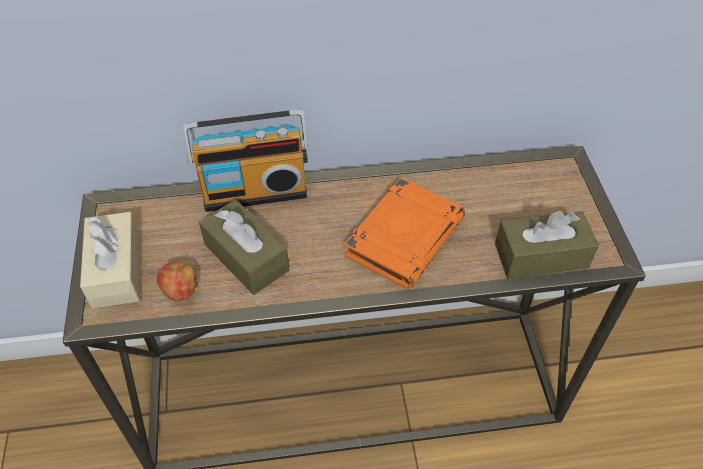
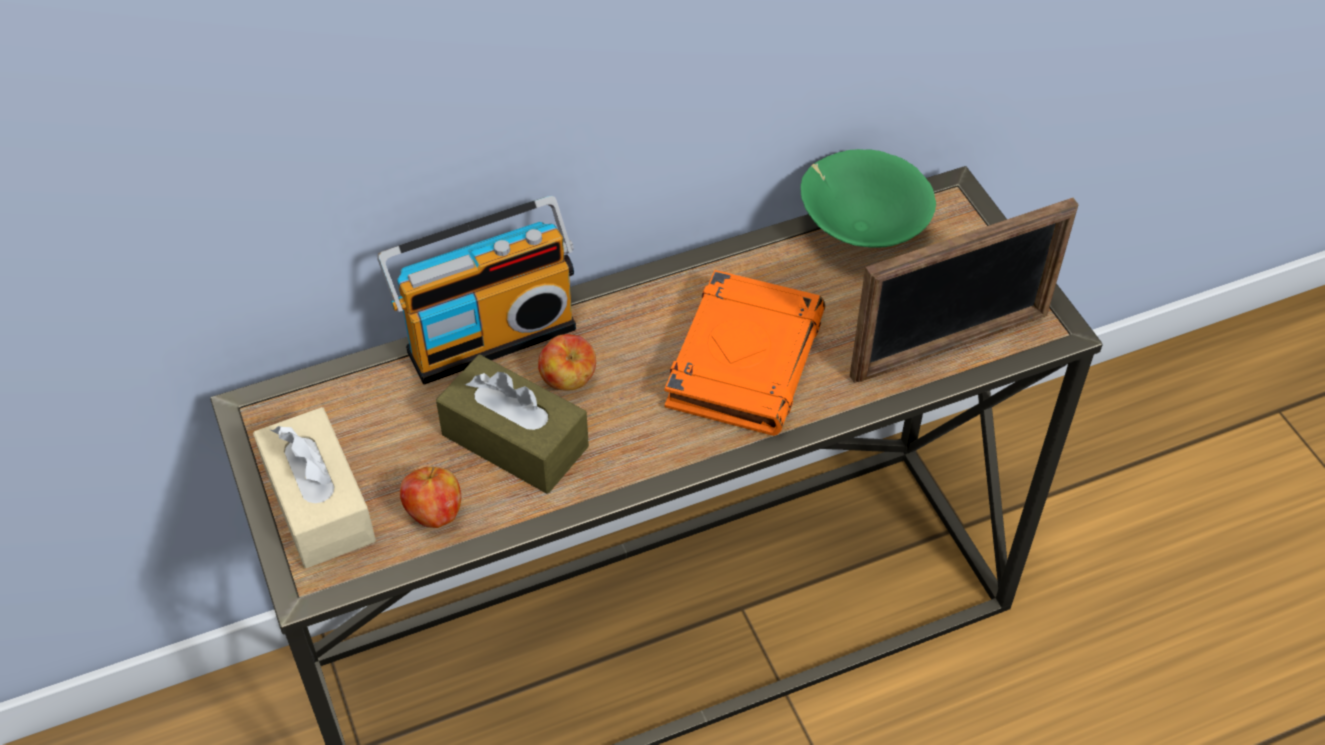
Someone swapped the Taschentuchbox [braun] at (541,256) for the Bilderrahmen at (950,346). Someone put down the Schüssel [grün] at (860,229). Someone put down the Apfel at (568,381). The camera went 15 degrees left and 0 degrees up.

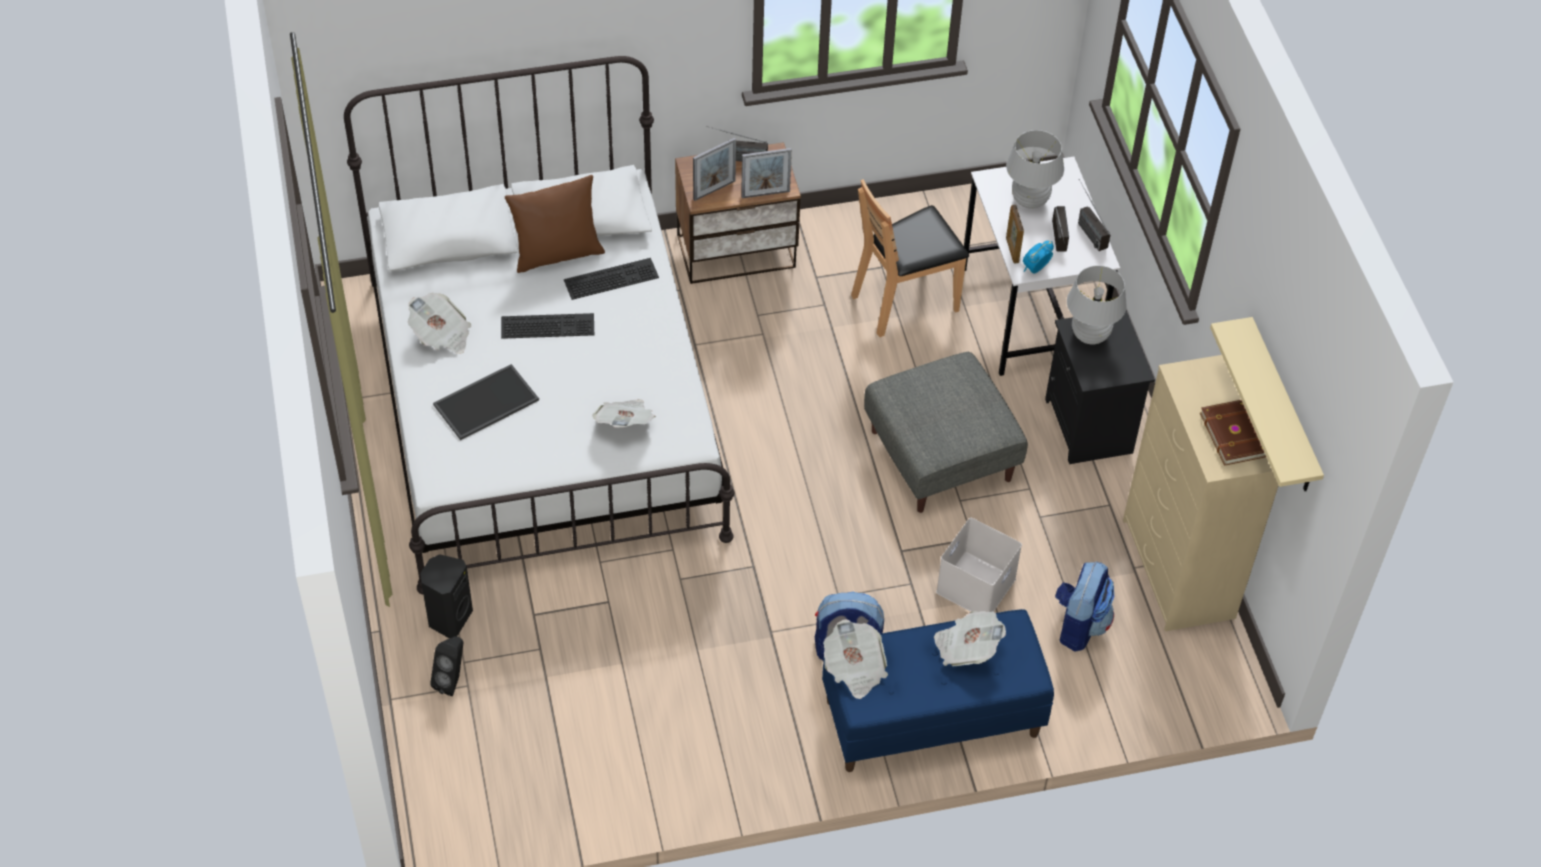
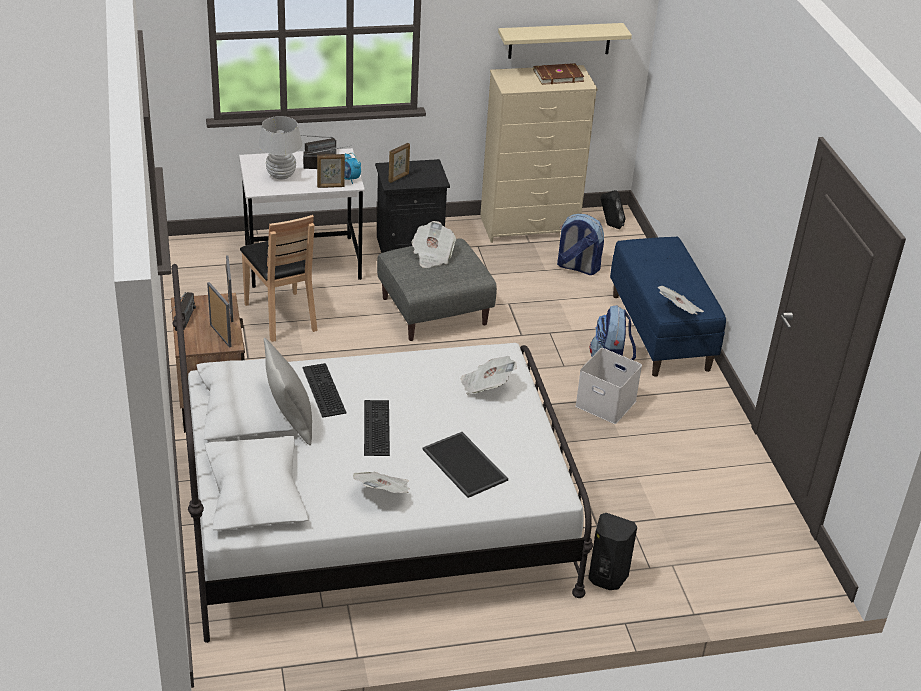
Someone repainted the Kissen [braun] at (557,254), which became the Kissen [grau] at (289,421). Someone swapped the Tischlampe [weiß] at (1090,335) for the Bilderrahmen at (399,178). Someone carried the Aufbewahrungsbox [weiß] from (976,587) to (607,403). Someone carried the Zeitung from (966,648) to (432,256). Someone carried the Lautsprecher [schwarz] from (452,680) to (610,225). The camera went 90 degrees left and 15 degrees down.

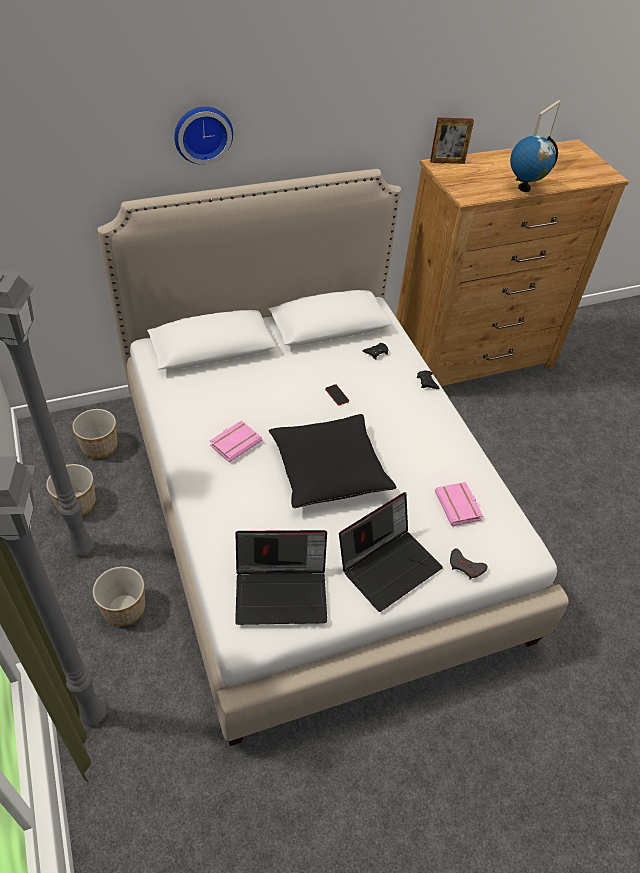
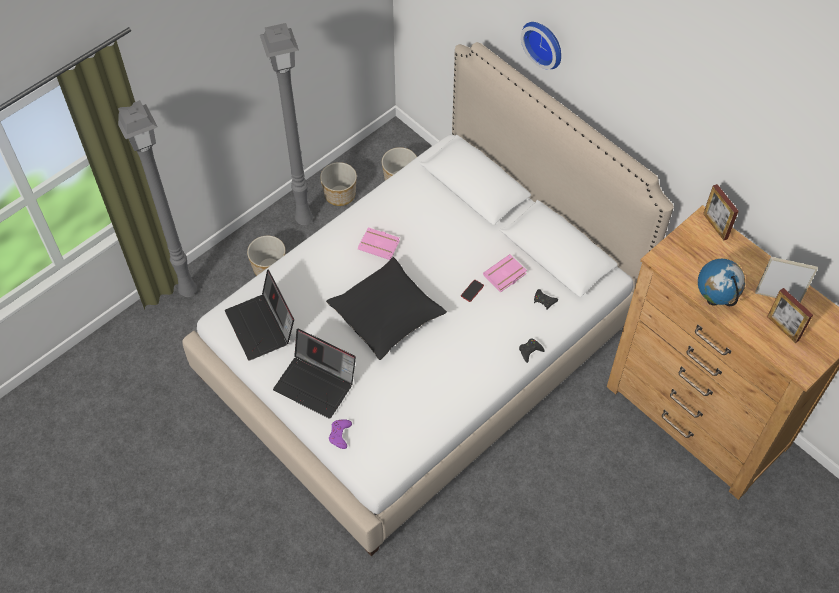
Someone carried the Buch [rosa] from (459,507) to (505,276). Someone repainted the Gamepad [grau] at (465,566), which became the Gamepad [lila] at (340,435). Someone put down the Bilderrahmen at (783,328). The camera went 70 degrees right and 10 degrees up.

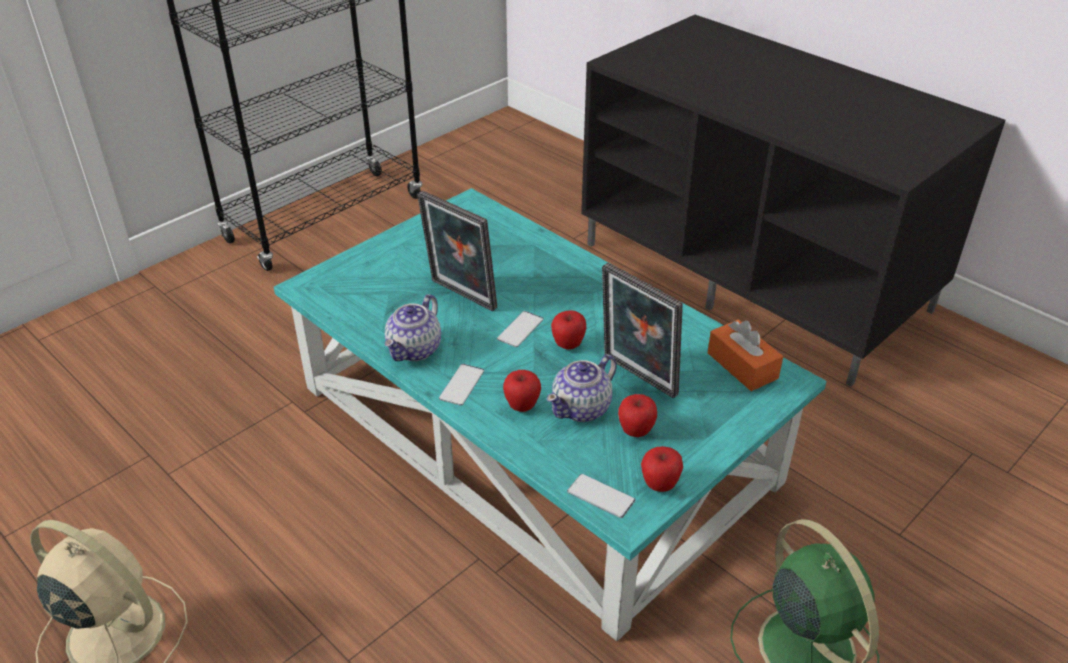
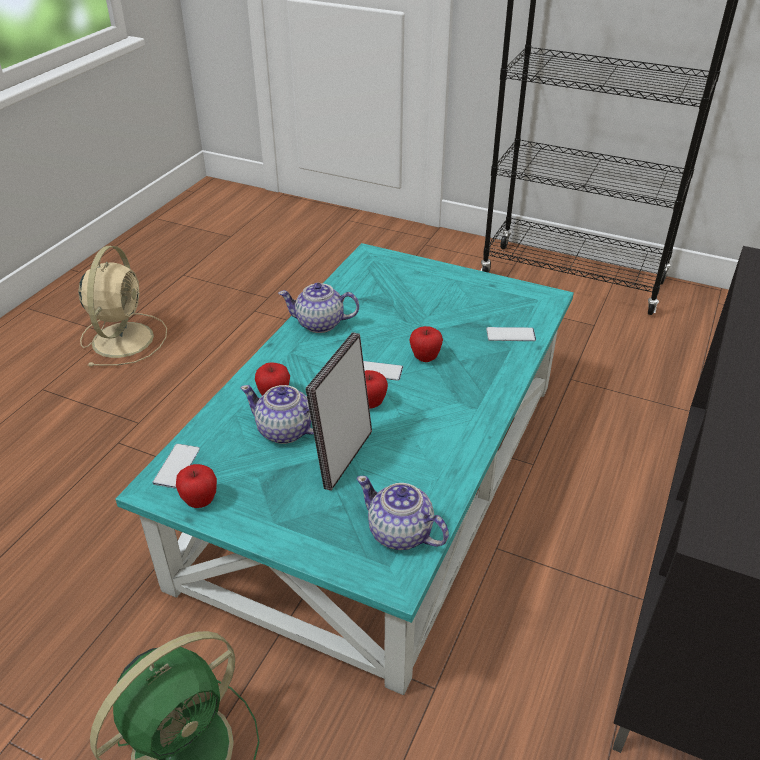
Someone took away the Bilderrahmen at (460,296). Someone swapped the Taschentuchbox [orange] at (742,366) for the Teekanne at (400,533). Someone carried the Handy from (461,385) to (510,334). Someone carried the Apfel from (636,431) to (425,358). The camera went 70 degrees right and 0 degrees up.

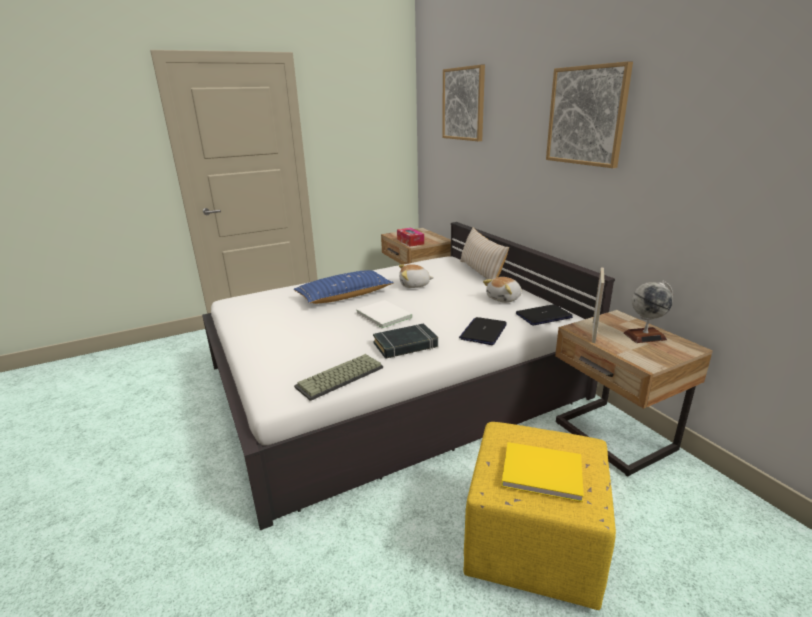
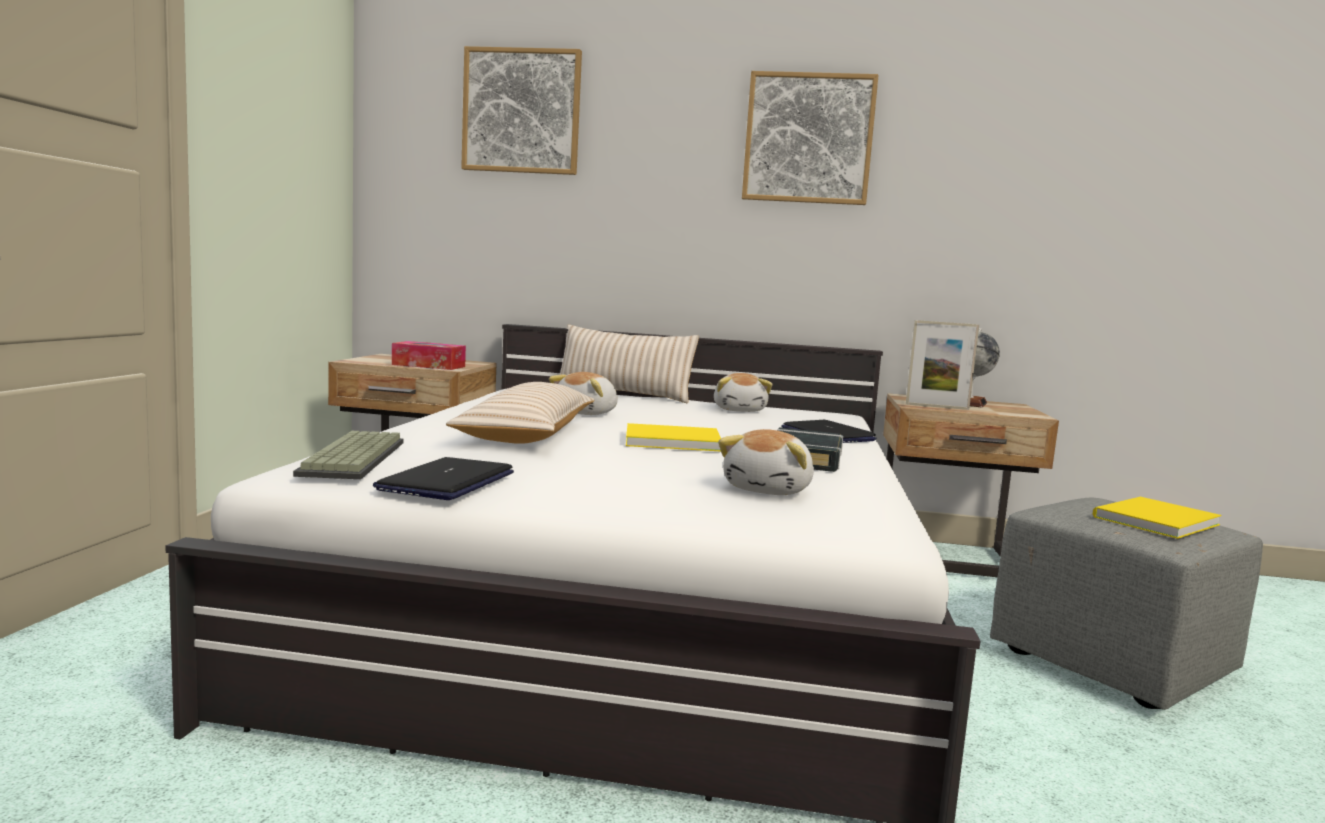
Someone rotated the Bilderrahmen at (593,333) by 135 degrees clockwise. Someone repainted the Kissen [blau] at (344,296), which became the Kissen [beige] at (527,434). Someone repainted the Buch [weiß] at (384,314), which became the Buch [gelb] at (669,440). Someone carried the Laptop from (543,316) to (447,482). Someone carried the Tastatur from (340,378) to (356,458). Someone repainted the Polsterhocker [gelb] at (530,545), which became the Polsterhocker [grau] at (1111,664). Someone put down the Plüschtier at (769,490). The camera went 55 degrees left and 15 degrees down.

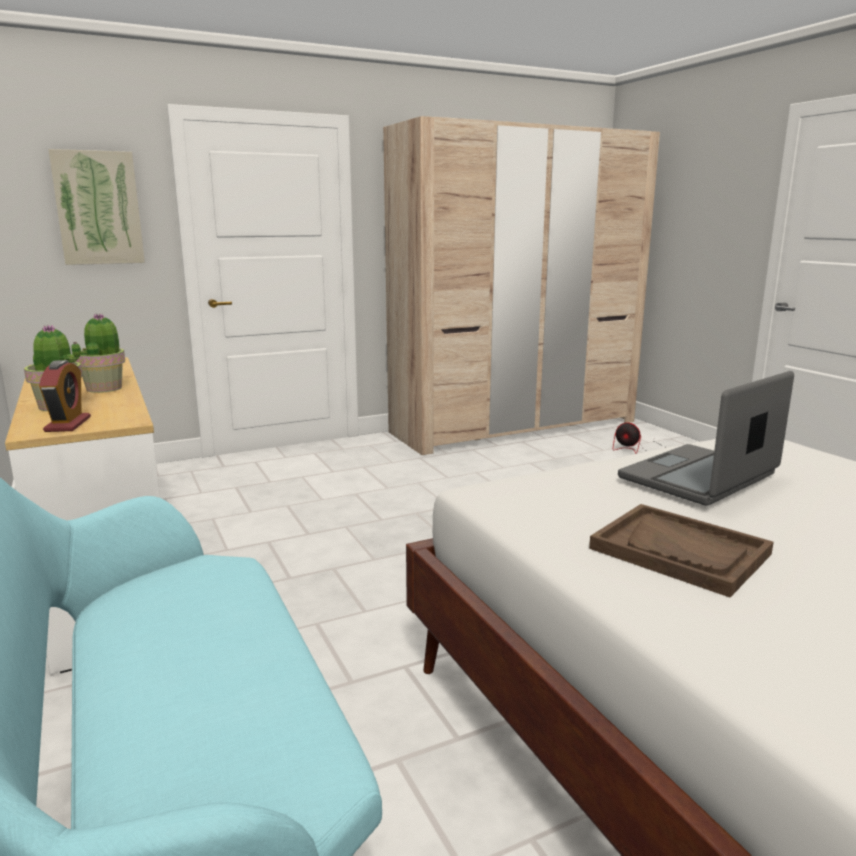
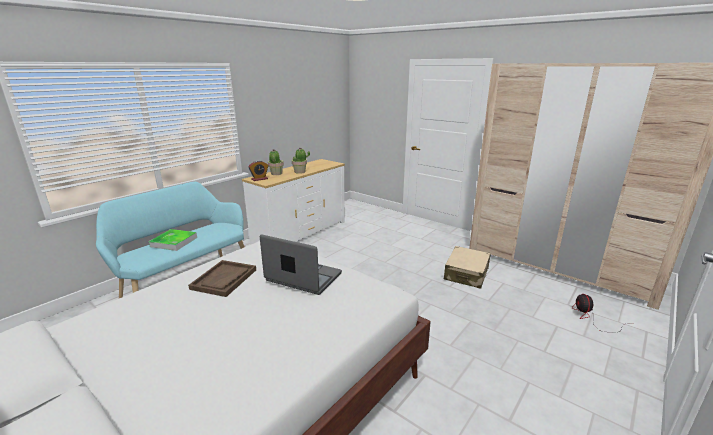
Someone took away the Bild at (98,208). Someone put down the Tablett at (174,242). Someone put down the Koffer [beige] at (466,274). The camera went 65 degrees right and 5 degrees up.

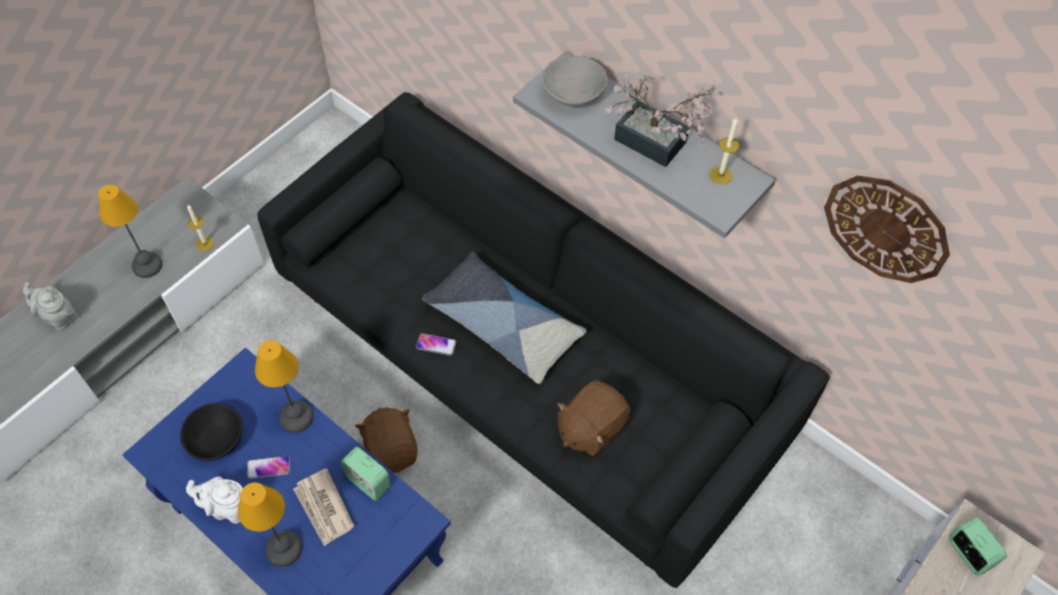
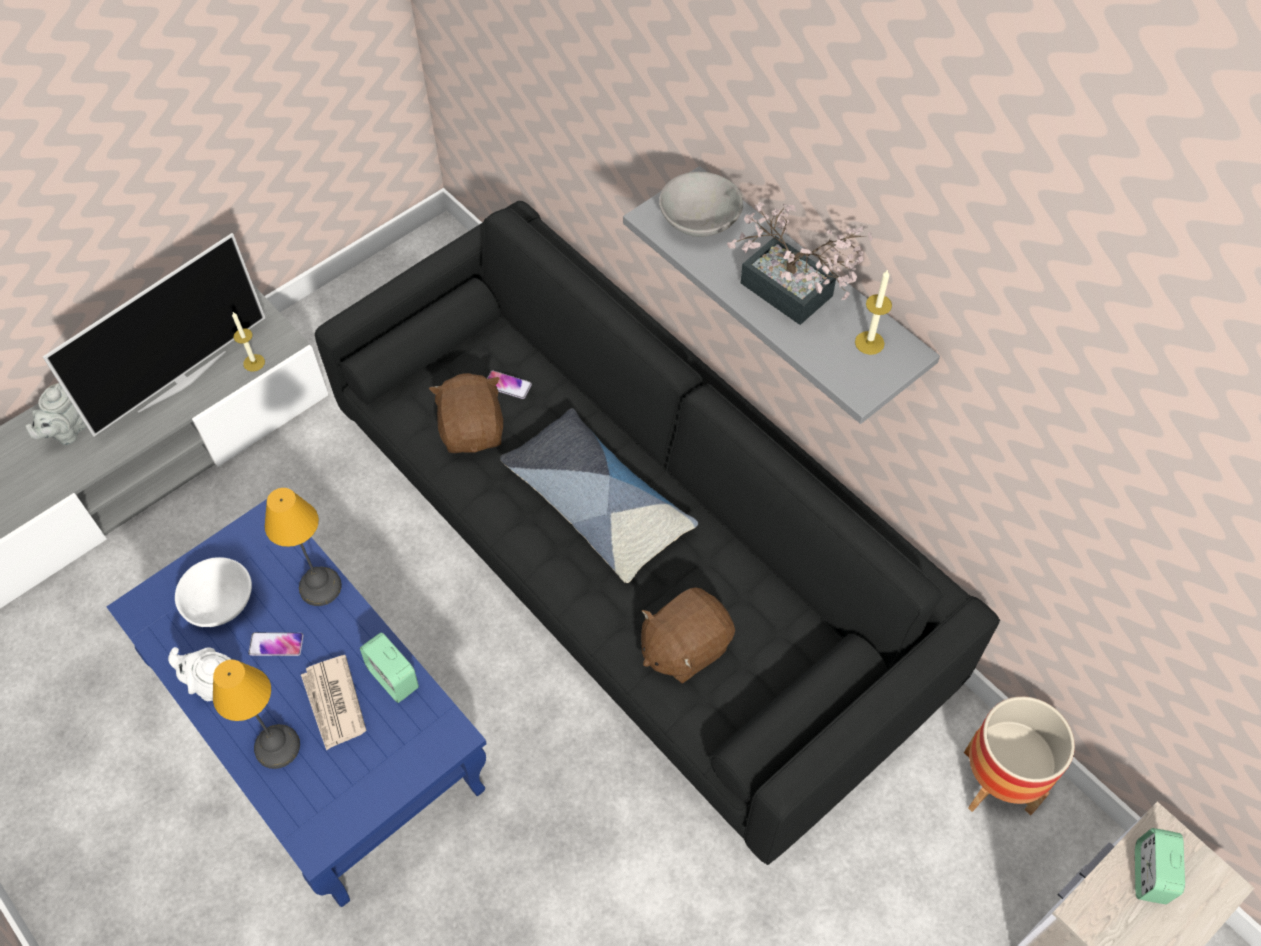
Someone took away the Wanduhr at (886,228). Someone swapped the Tischlampe at (147,264) for the Fernseher at (181,380). Someone rotated the Teekanne [grau] at (58,317) by 105 degrees counterclockwise. Someone carried the Handy from (436,344) to (507,385). Someone repainted the Schüssel [schwarz] at (216,440), which became the Schüssel [weiß] at (219,602). Someone carried the Plüschtier [braun] from (391,450) to (473,430). Someone rotated the Wecker at (968,553) by 150 degrees counterclockwise. Someone put down the Pflanzkübel at (998,782). The camera went 10 degrees right and 0 degrees up.

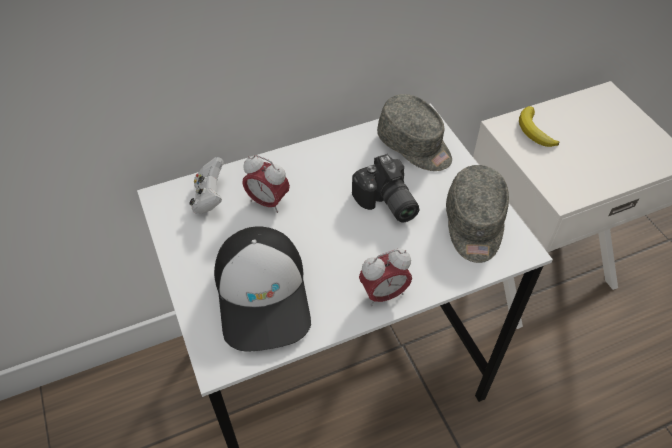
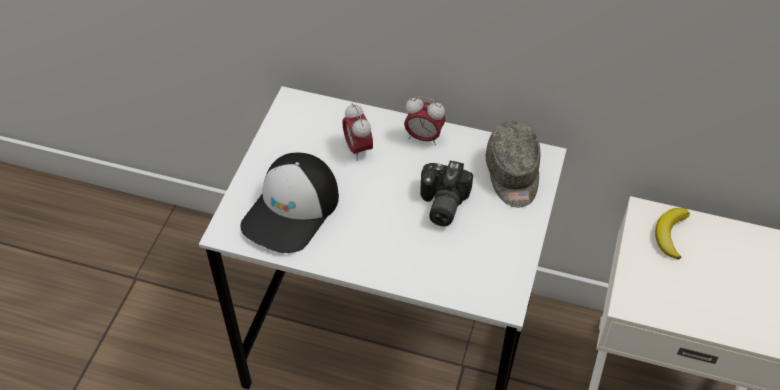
Someone took away the Gamepad [weiß] at (210,198). Someone took away the Kappe [grau] at (474,225). Someone carried the Wecker from (383,294) to (423,137). The camera went 40 degrees right and 0 degrees up.

